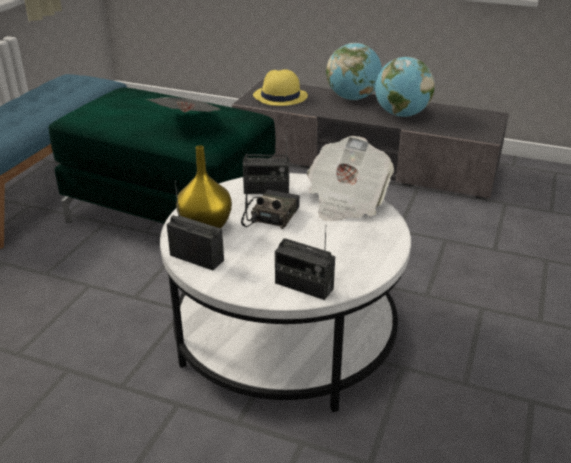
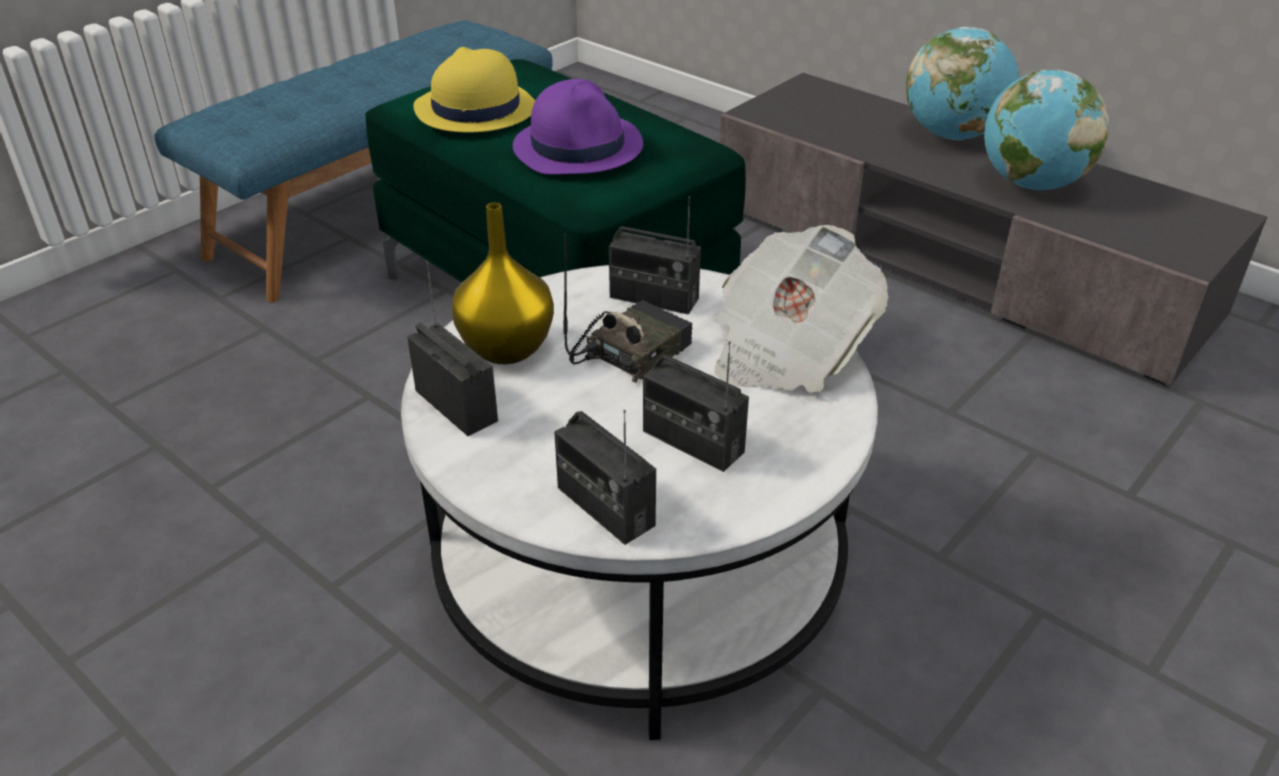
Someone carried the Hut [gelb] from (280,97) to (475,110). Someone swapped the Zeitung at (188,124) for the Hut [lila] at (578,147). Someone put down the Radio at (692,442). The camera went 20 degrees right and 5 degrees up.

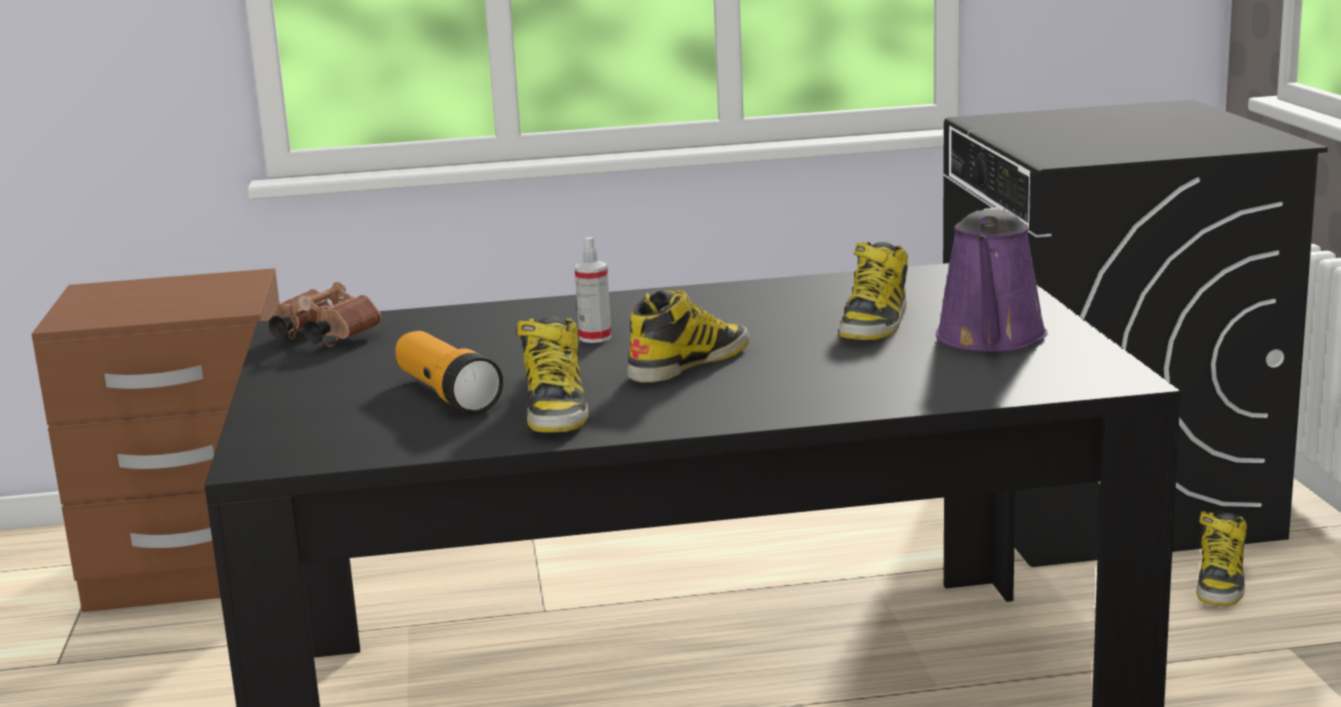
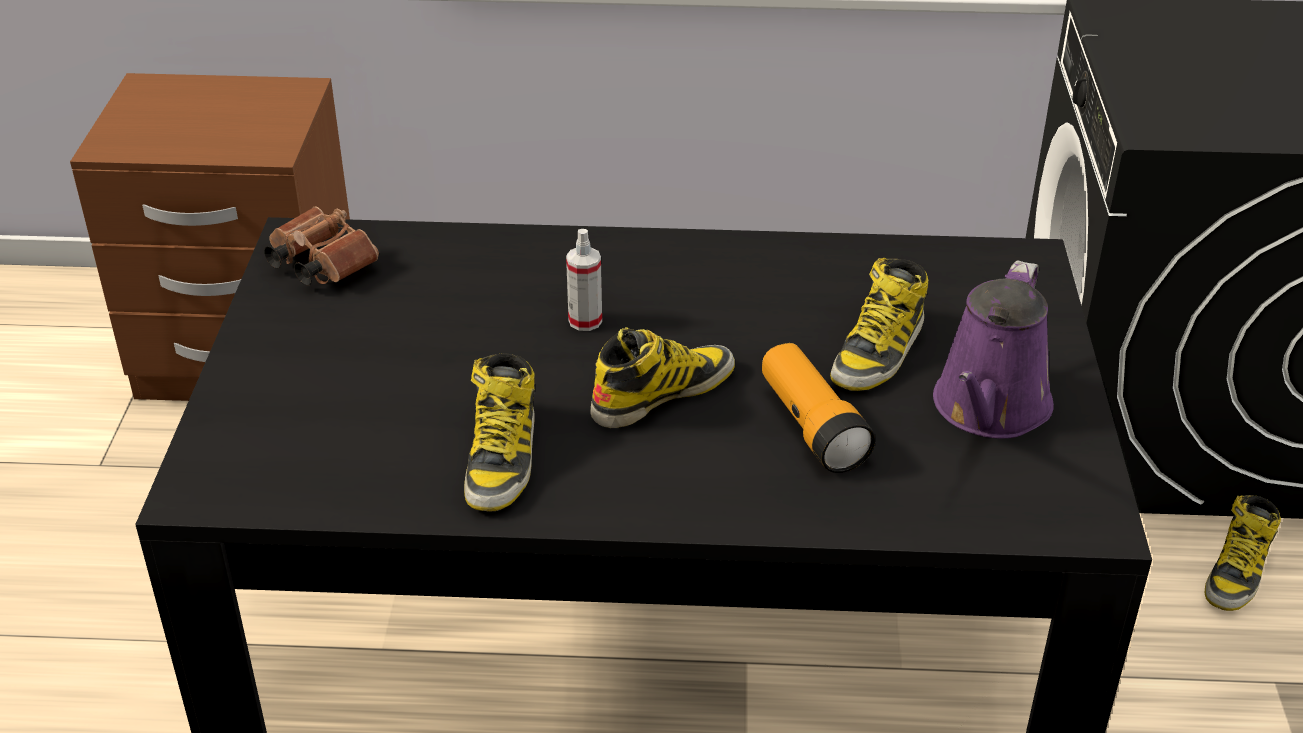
Someone carried the Taschenlampe from (447,394) to (812,426). The camera went 10 degrees right and 20 degrees up.

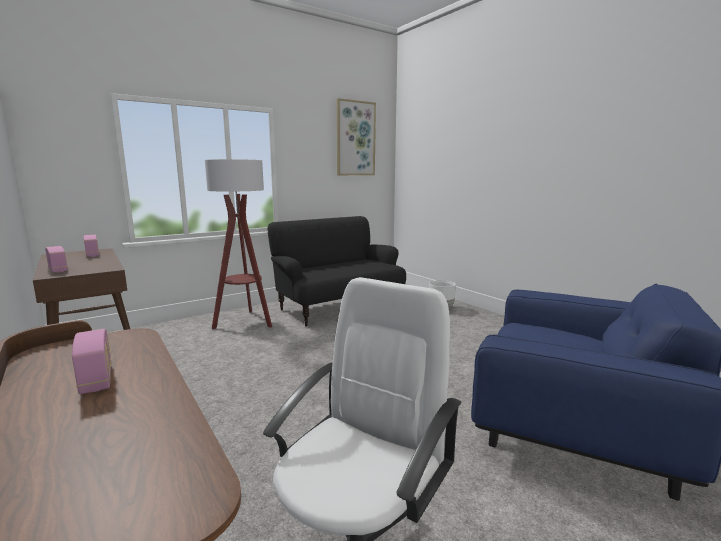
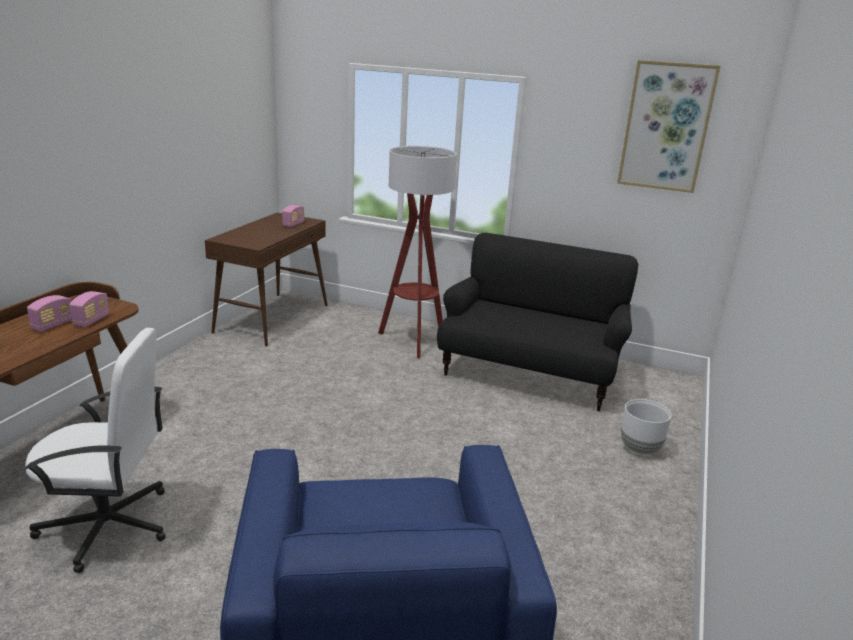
Someone carried the Radio from (58,270) to (91,320). The camera went 55 degrees right and 10 degrees up.

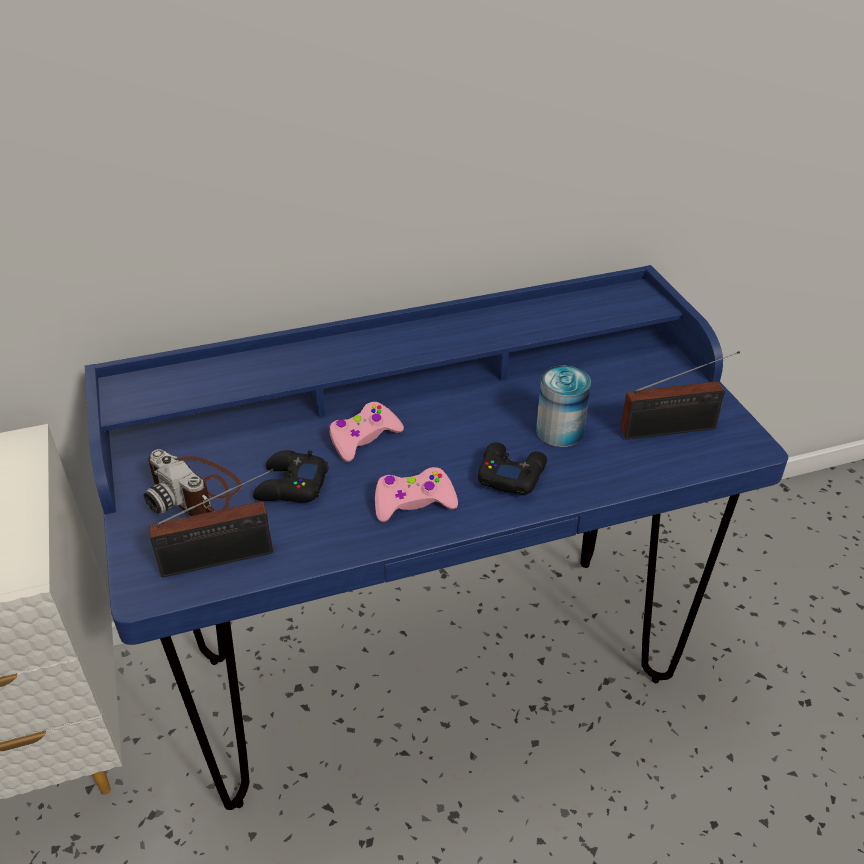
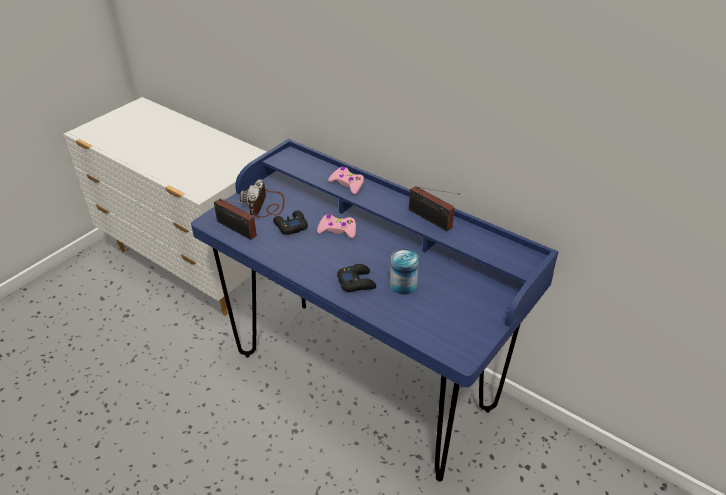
Someone carried the Radio from (673,429) to (432,220). Someone carried the Gamepad [rosa] from (413,502) to (347,184). The camera went 55 degrees right and 0 degrees up.

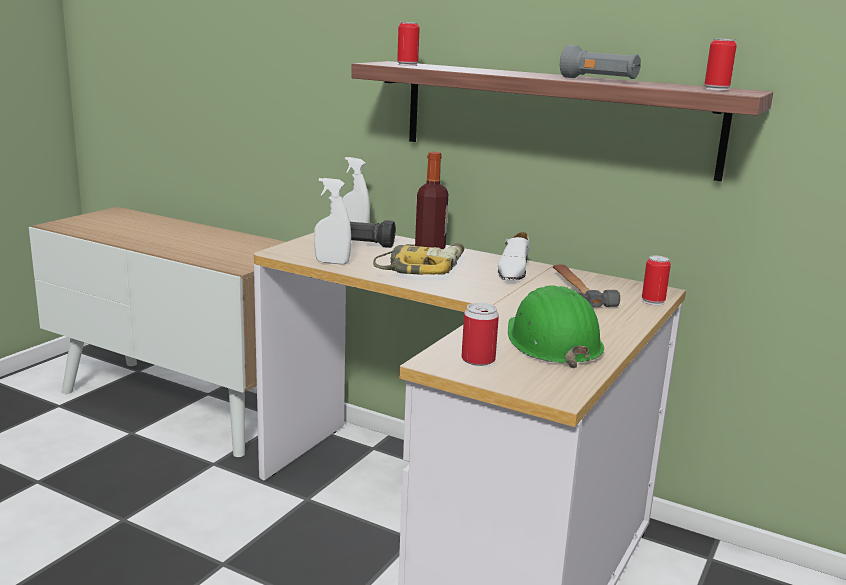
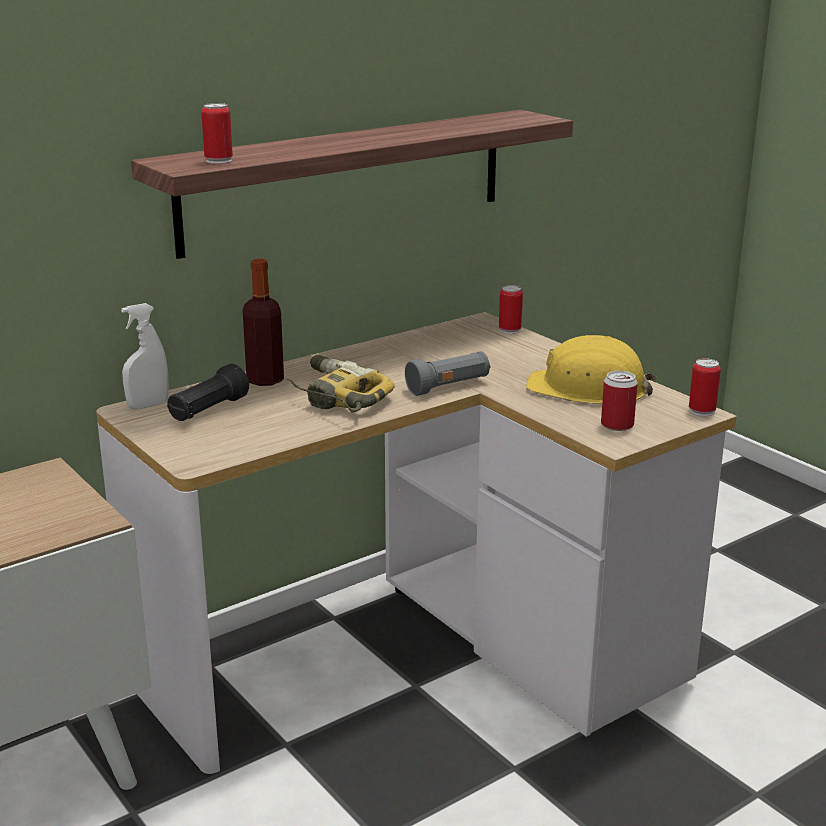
Someone carried the Dose from (716,89) to (702,411). Someone carried the Taschenlampe [grau] from (599,80) to (449,387). Someone took away the Sprühflasche [weiß] at (332,262). Someone took away the Schuh [weiß] at (512,272). Someone took away the Hammer at (578,290). Someone repainted the Schutzhelm [grün] at (552,342), which became the Schutzhelm [gelb] at (588,389). The camera went 65 degrees left and 5 degrees up.

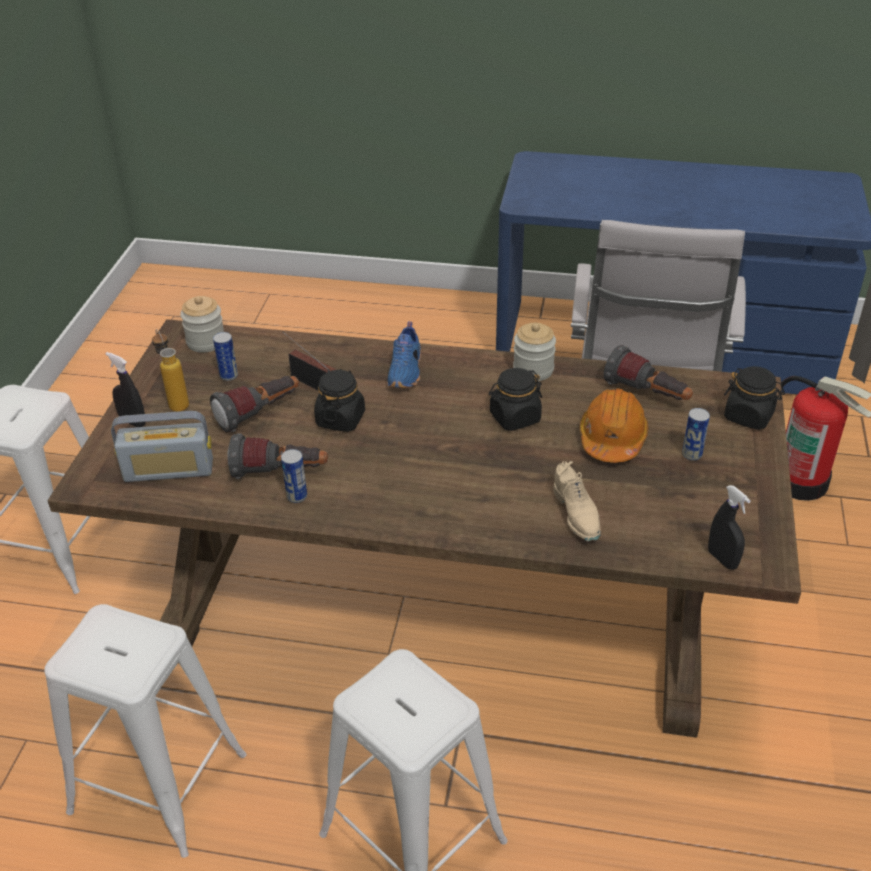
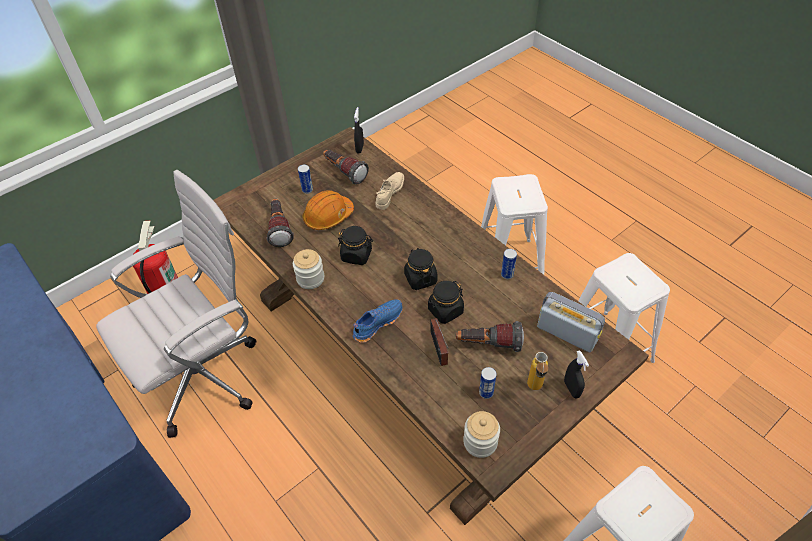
Someone carried the Vorratsglas [schwarz] from (749,416) to (420,278). Someone carried the Taschenlampe from (280,473) to (344,172). The camera went 140 degrees left and 10 degrees up.

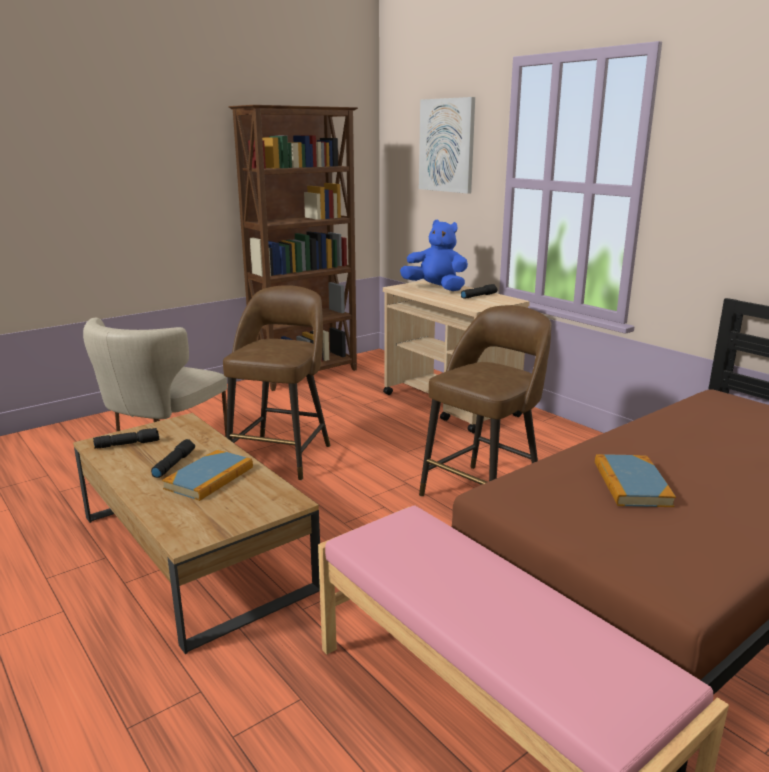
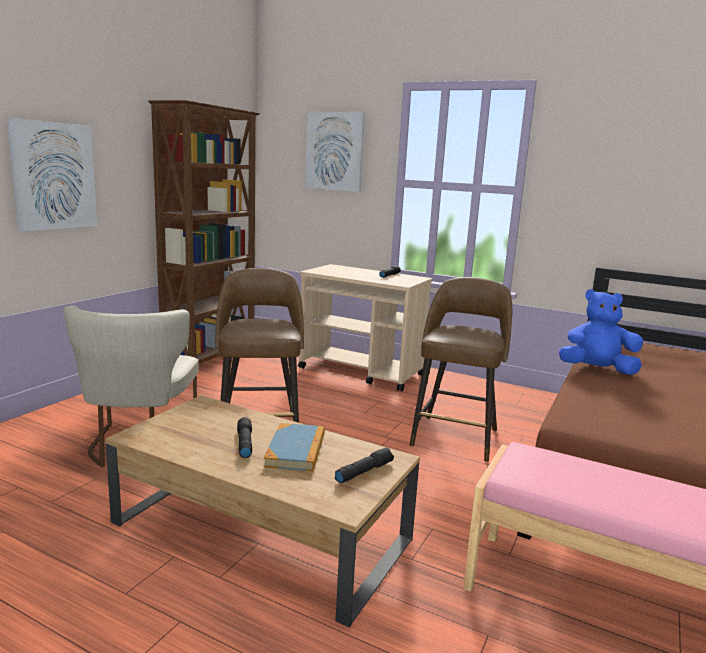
Someone carried the Plüschtier [blau] from (436,288) to (596,370). Someone carried the Taschenlampe [schwarz] from (128,444) to (364,471). Someone took away the Buch at (631,484). Someone put up the Bild at (53,176). The camera went 25 degrees left and 5 degrees down.

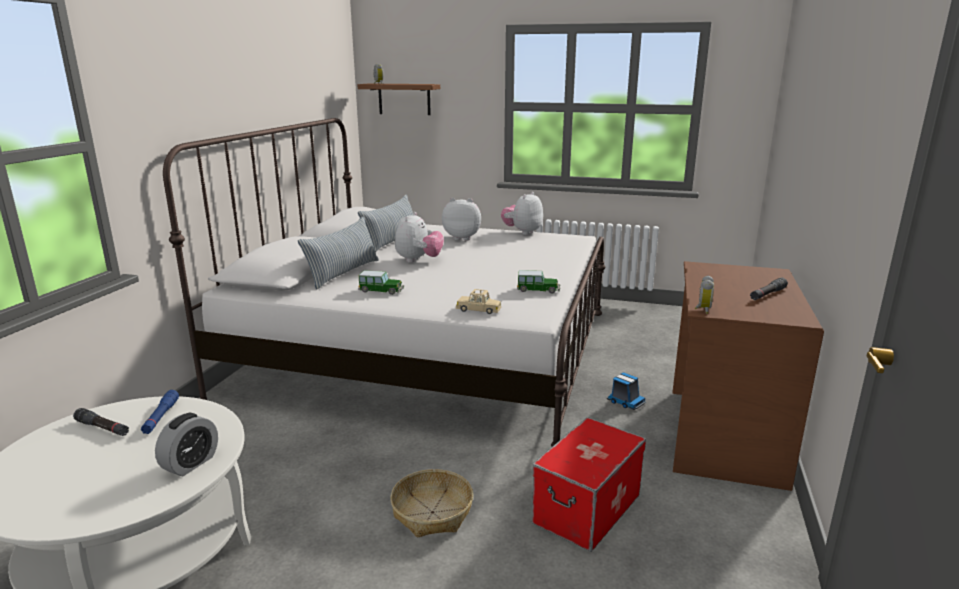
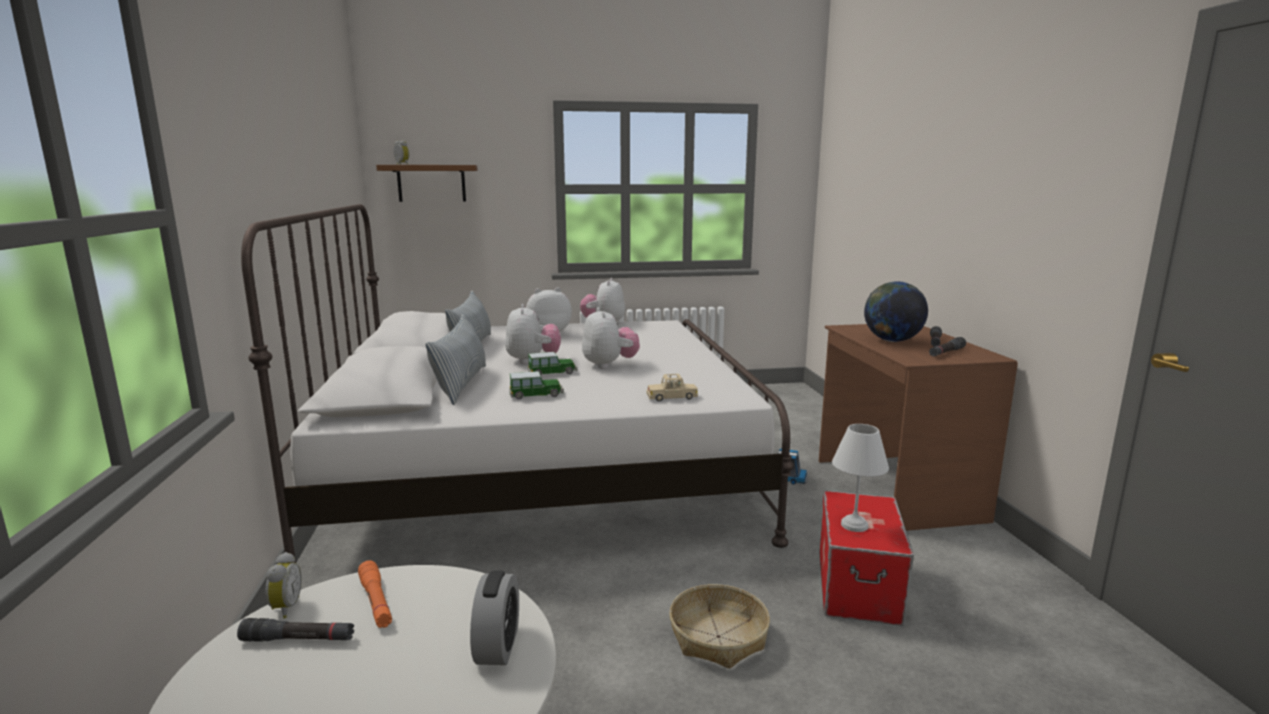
Someone carried the Spielzeugauto from (538,290) to (552,373). Someone carried the Wecker from (702,309) to (284,608). Someone repainted the Taschenlampe [blau] at (161,417), which became the Taschenlampe [orange] at (376,601). Someone put down the Globus at (892,341). Someone put down the Plüschtier at (609,365). Someone put down the Taschenlampe [schwarz] at (946,352). Someone put down the Tischlampe [weiß] at (854,526). The camera went 25 degrees left and 5 degrees down.

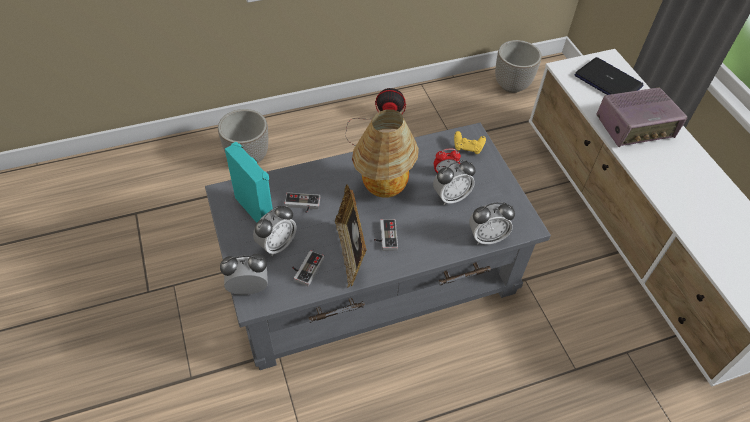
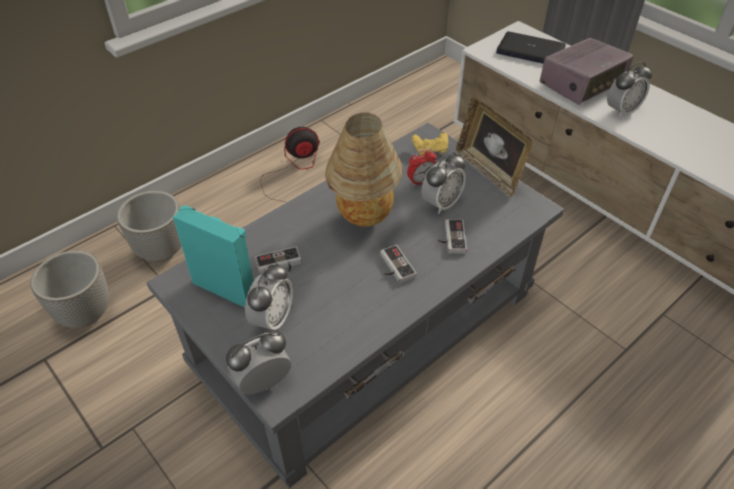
Someone carried the Pflanzkübel from (512,85) to (86,313). Someone carried the Bilderrahmen from (350,253) to (489,171). Someone carried the Wecker from (486,237) to (621,111). Someone carried the Gamepad from (305,268) to (450,238). The camera went 20 degrees left and 5 degrees down.

